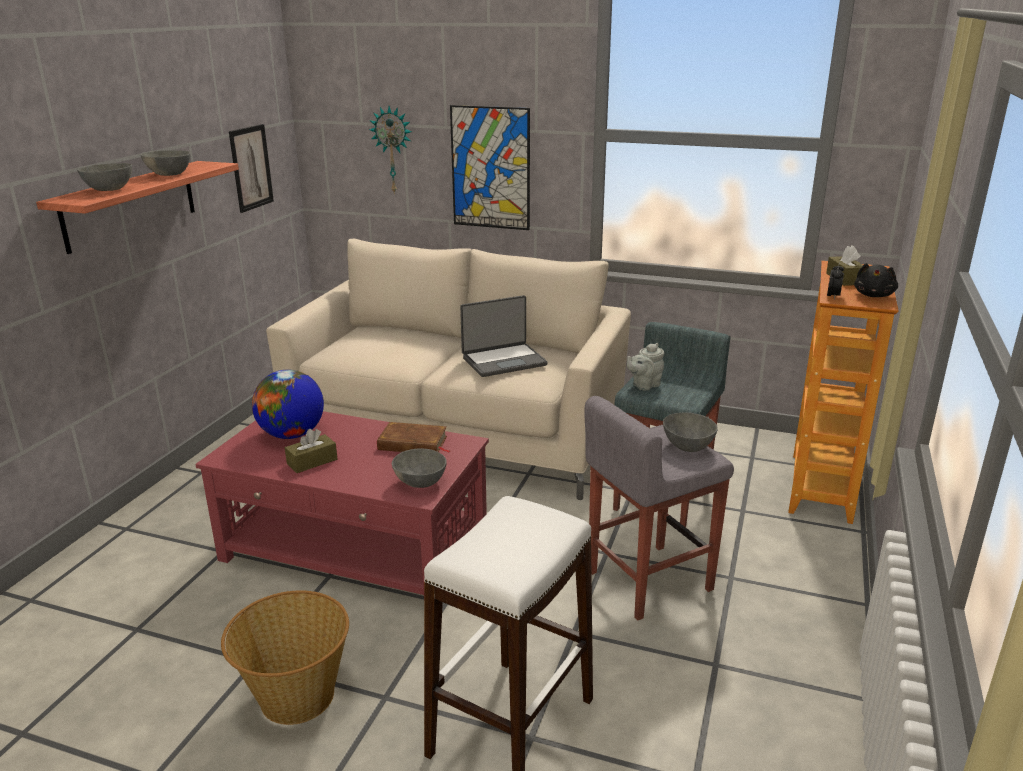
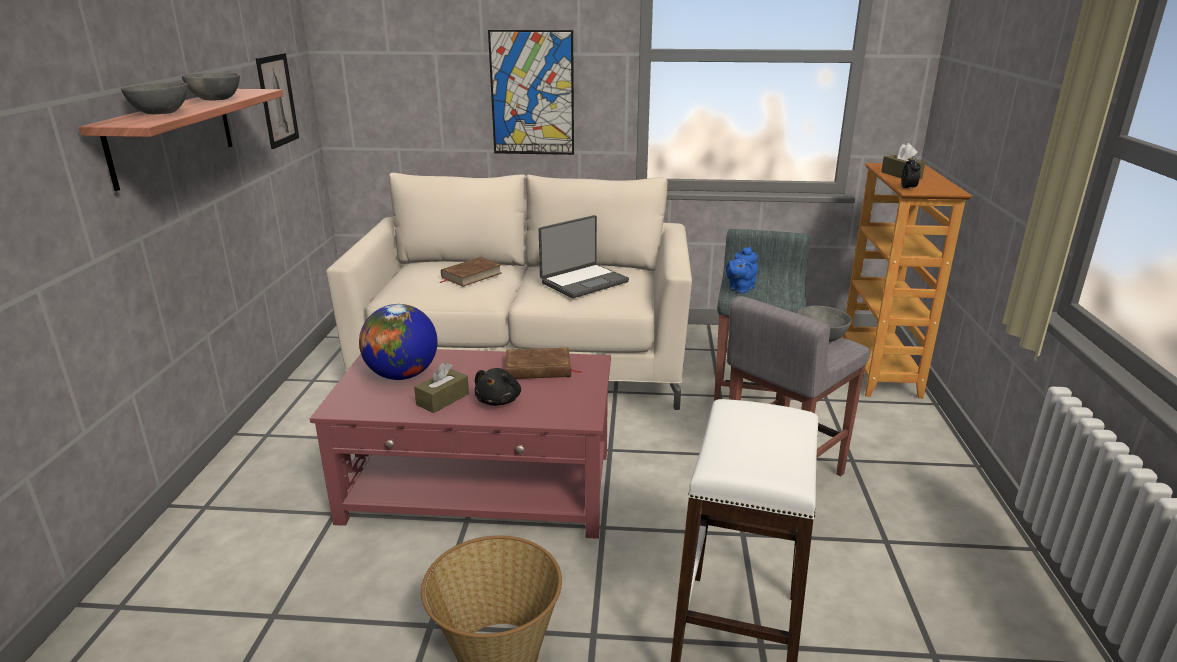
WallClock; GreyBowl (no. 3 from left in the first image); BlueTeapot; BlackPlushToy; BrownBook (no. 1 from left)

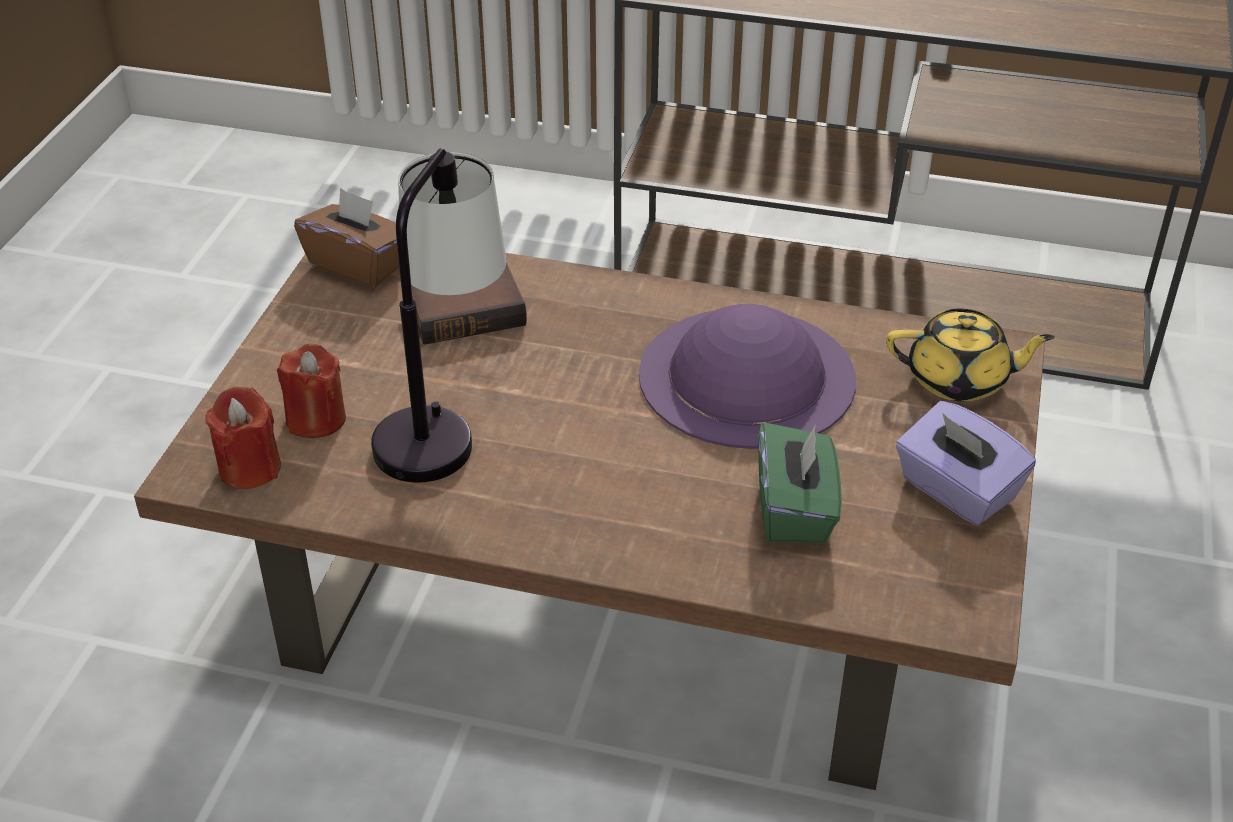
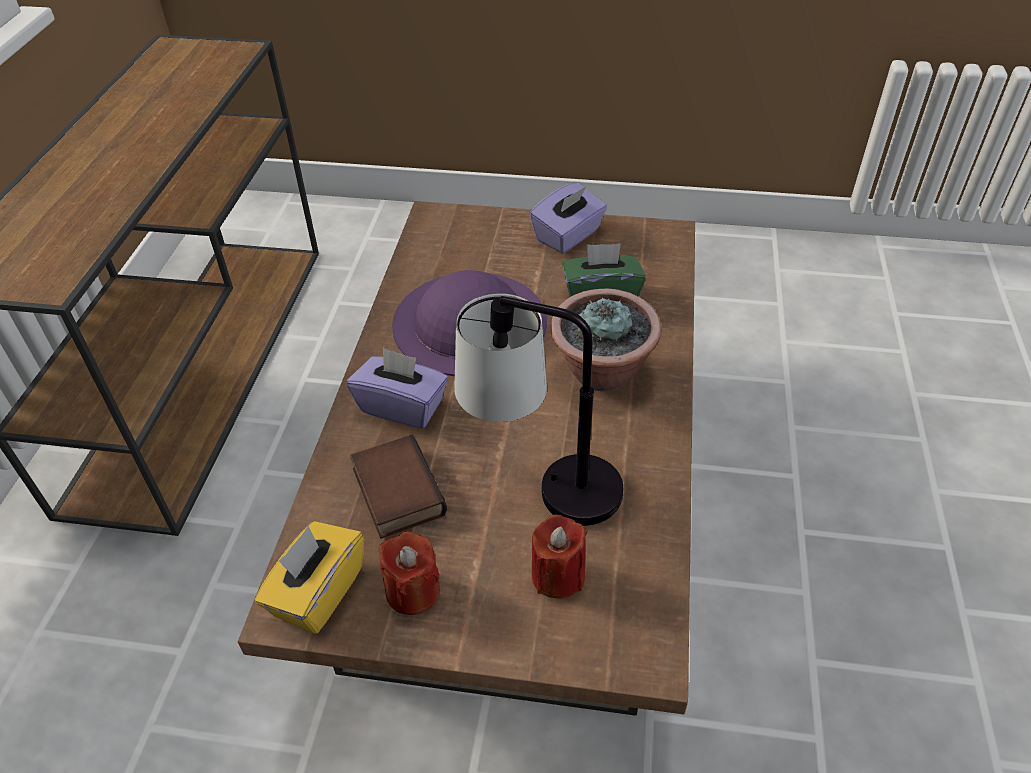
RedCandle (no. 1 from left); YellowTissueBox; YellowTeapot; PurpleTissueBox (no. 1 from left); PottedPlant

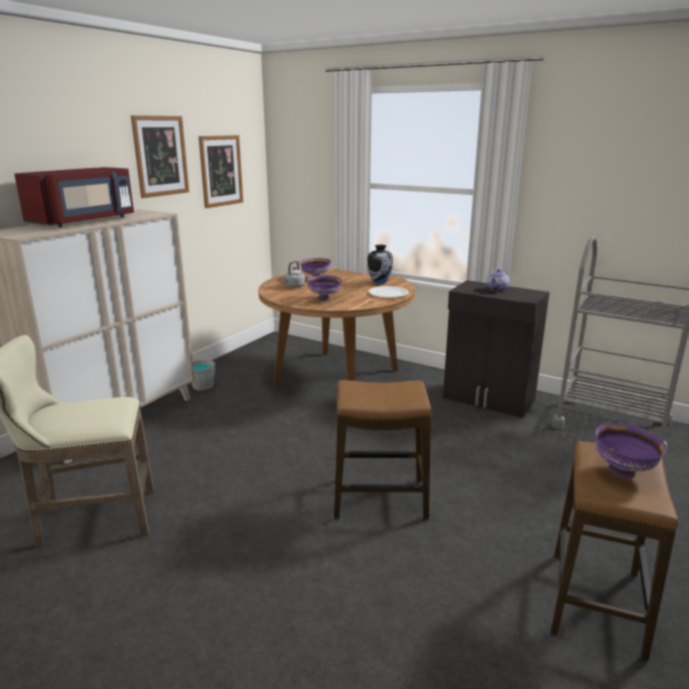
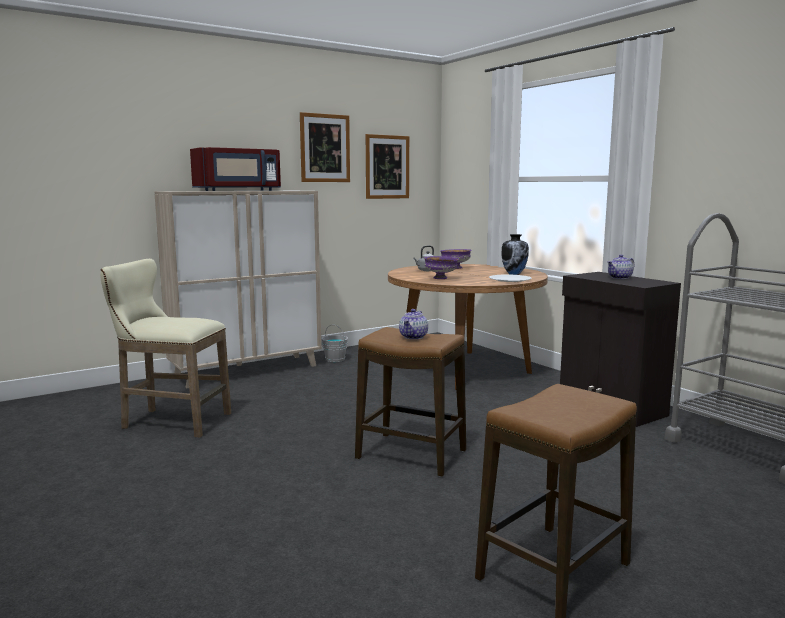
PurpleBowl (no. 3 from left in the first image); Teapot (no. 1 from left)

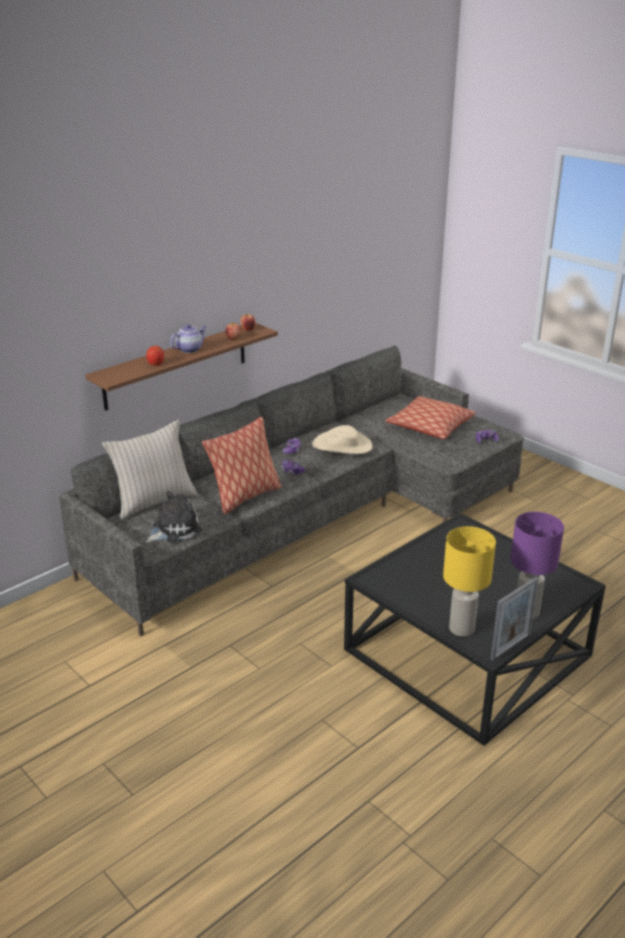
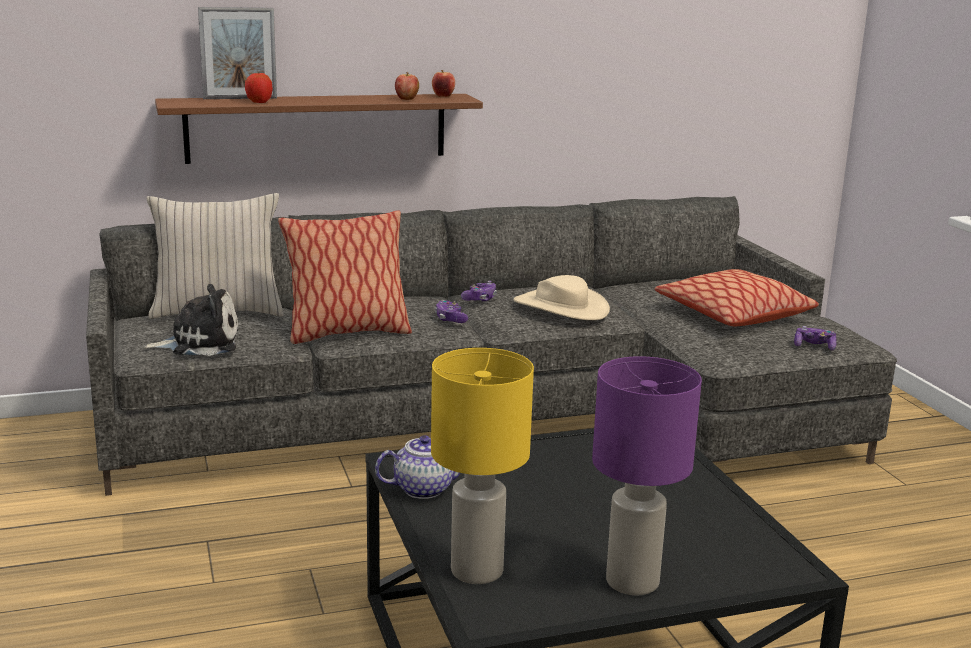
Teapot; PictureFrame

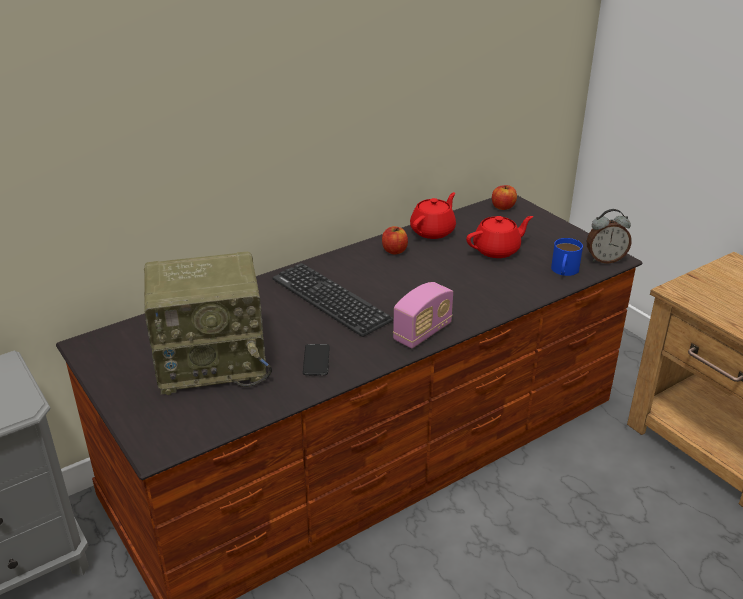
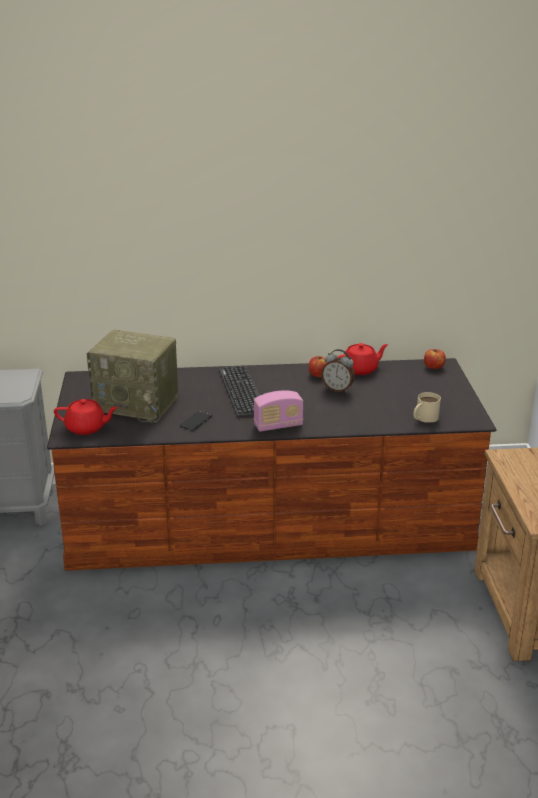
RedTeapot (no. 1 from left); BeigeMug; AlarmClock

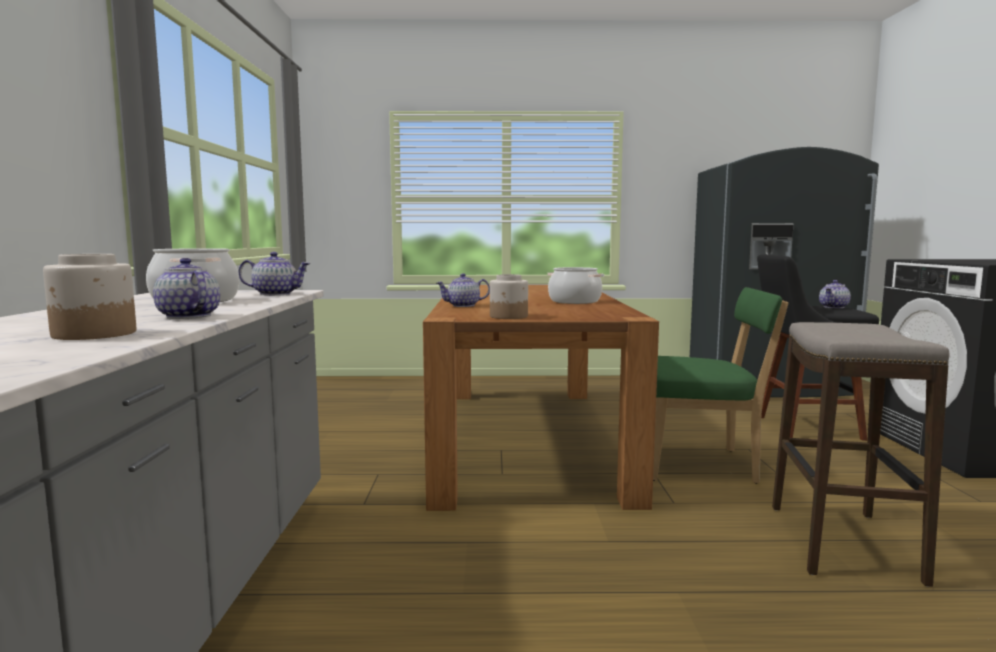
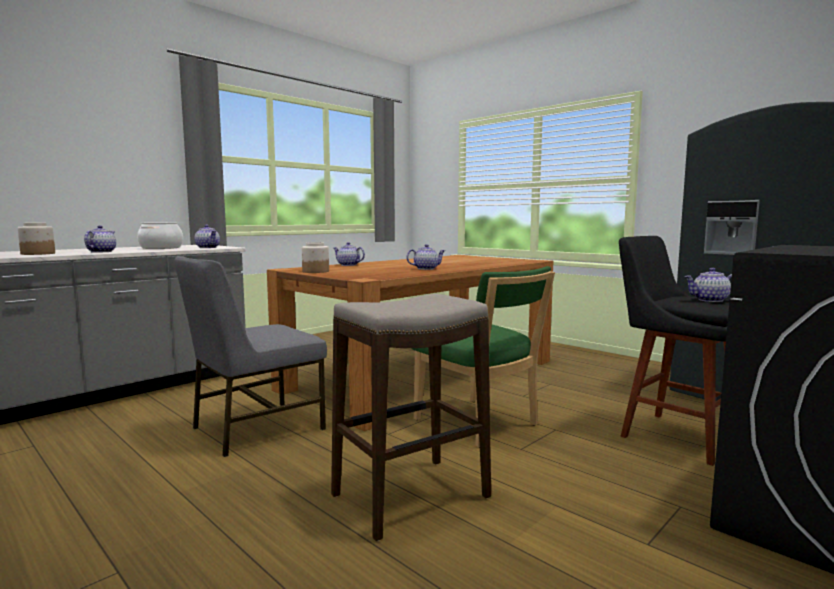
Teapot (no. 4 from left); GreyChair

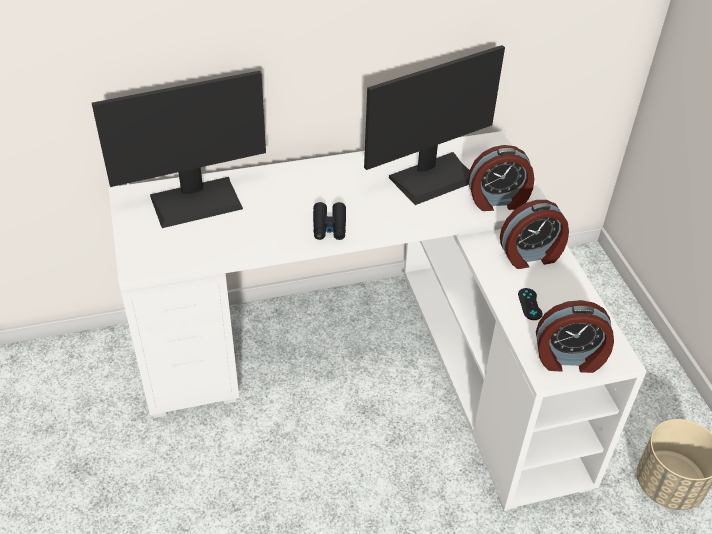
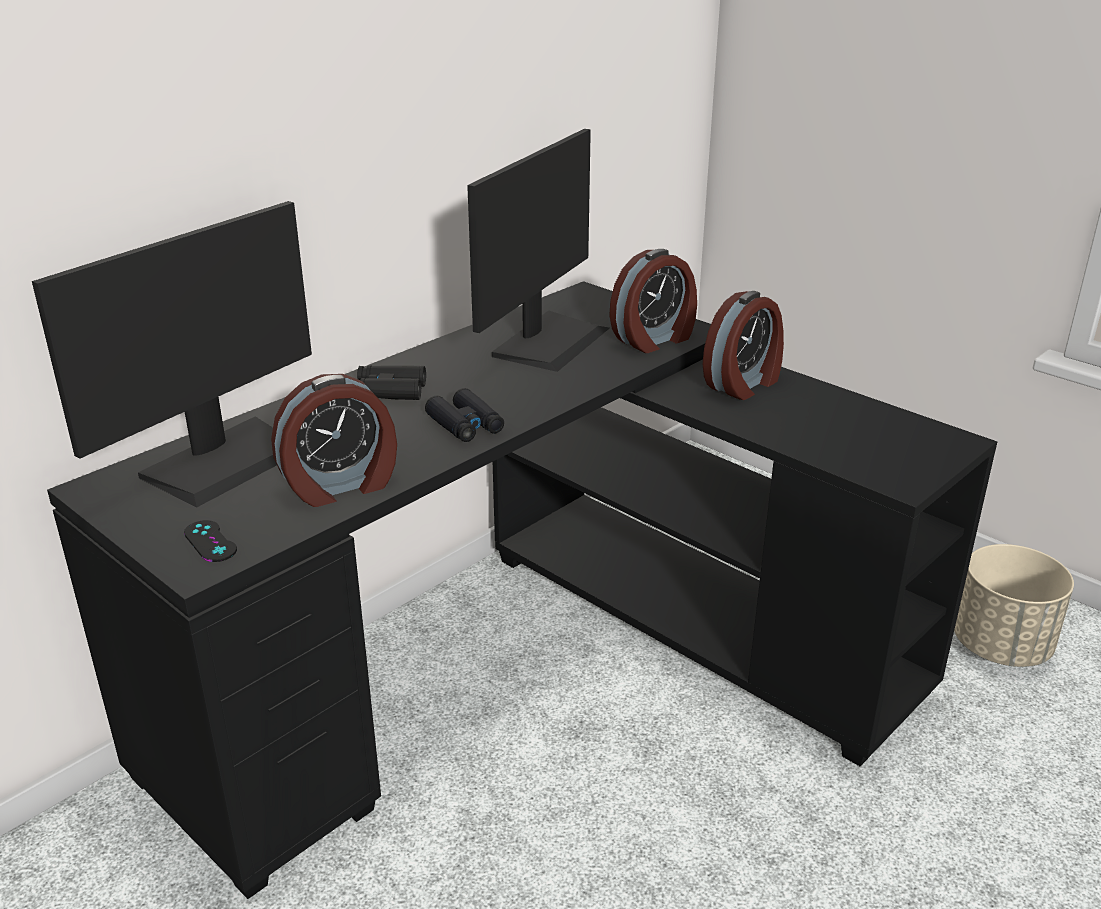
BlackDesk; BlackGameController; AlarmClock (no. 1 from left); BlackBinoculars (no. 1 from left)

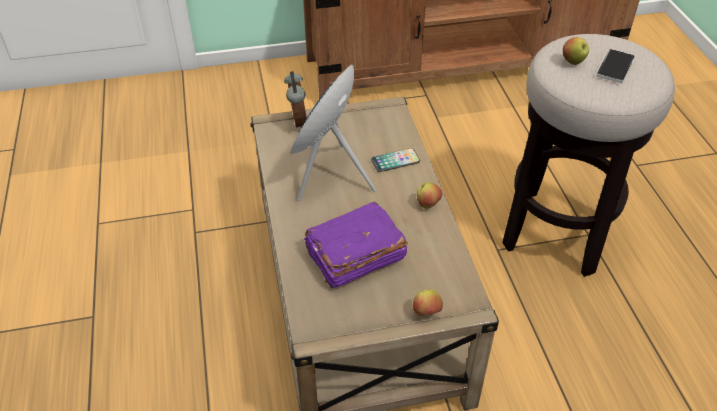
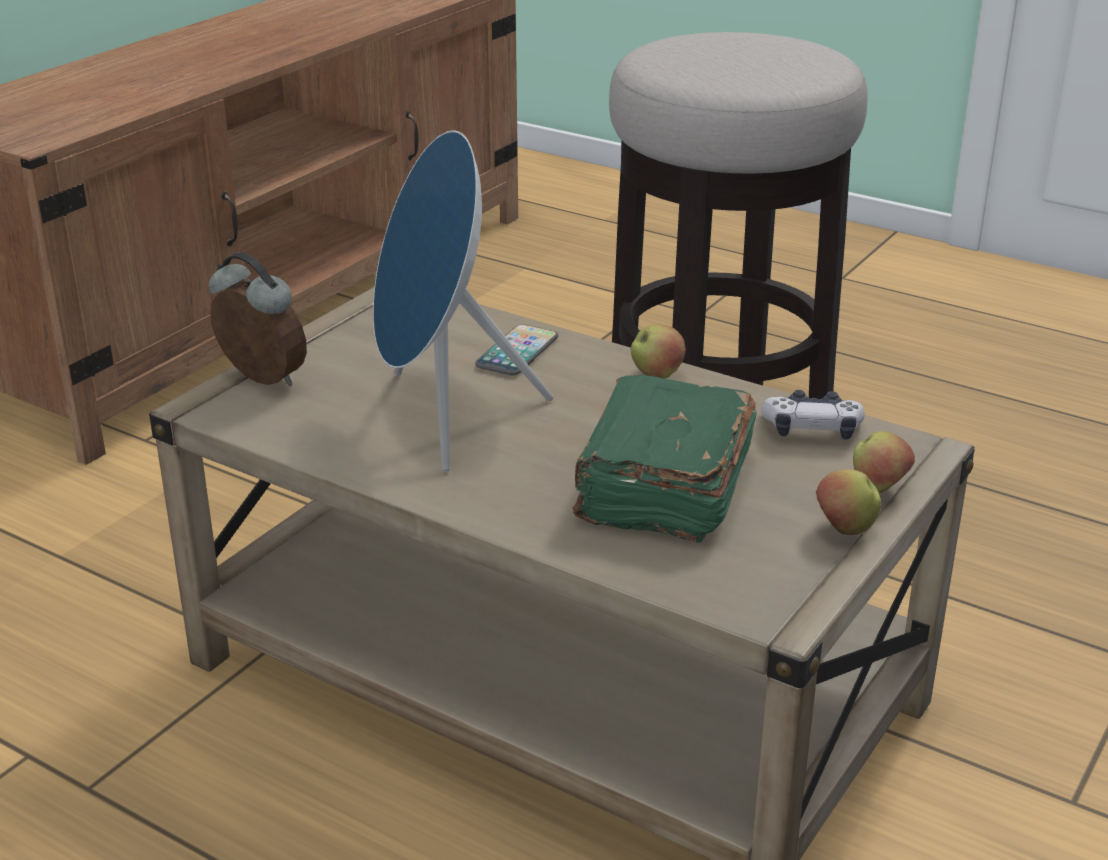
GreenBook; Apple (no. 2 from left); Phone (no. 2 from left in the first image); GameController

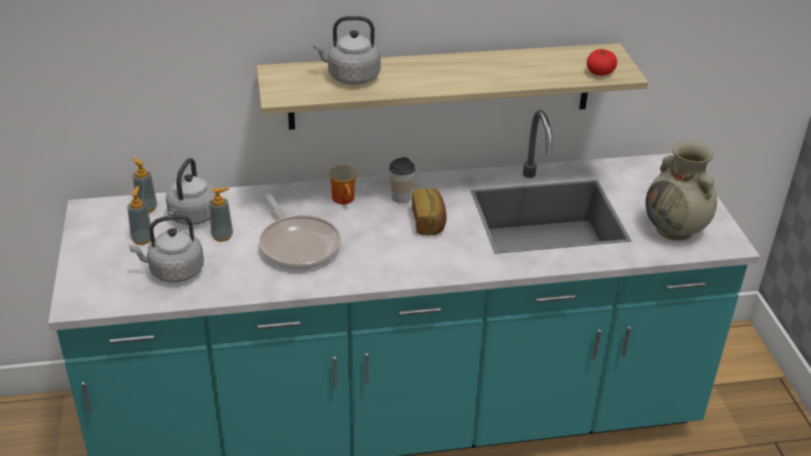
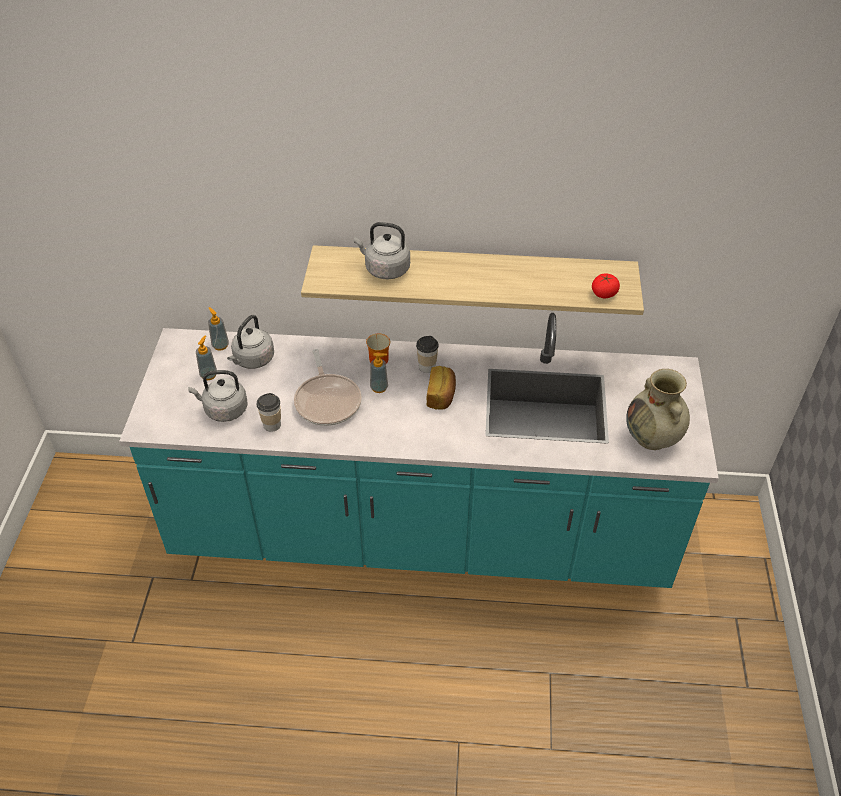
SoapDispenser (no. 3 from left); Cup (no. 1 from left)

